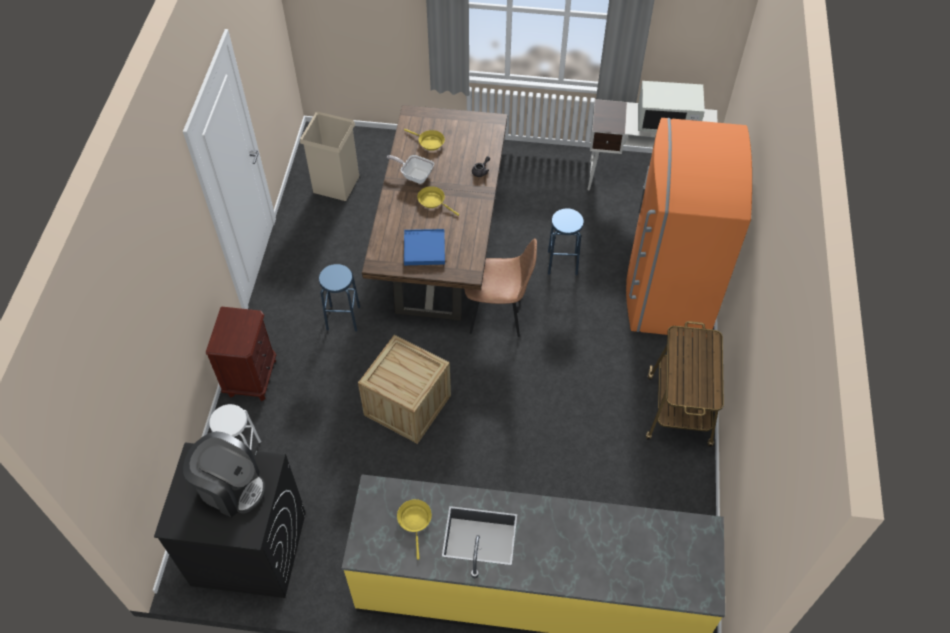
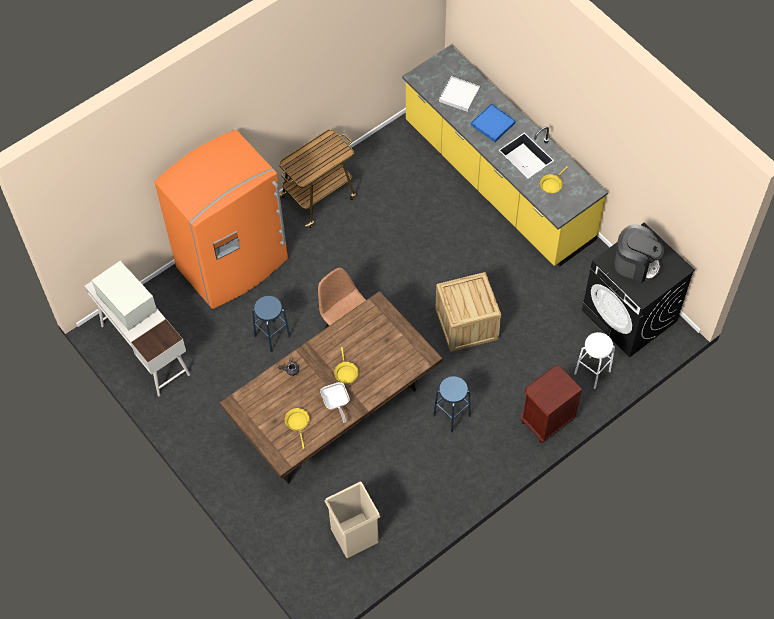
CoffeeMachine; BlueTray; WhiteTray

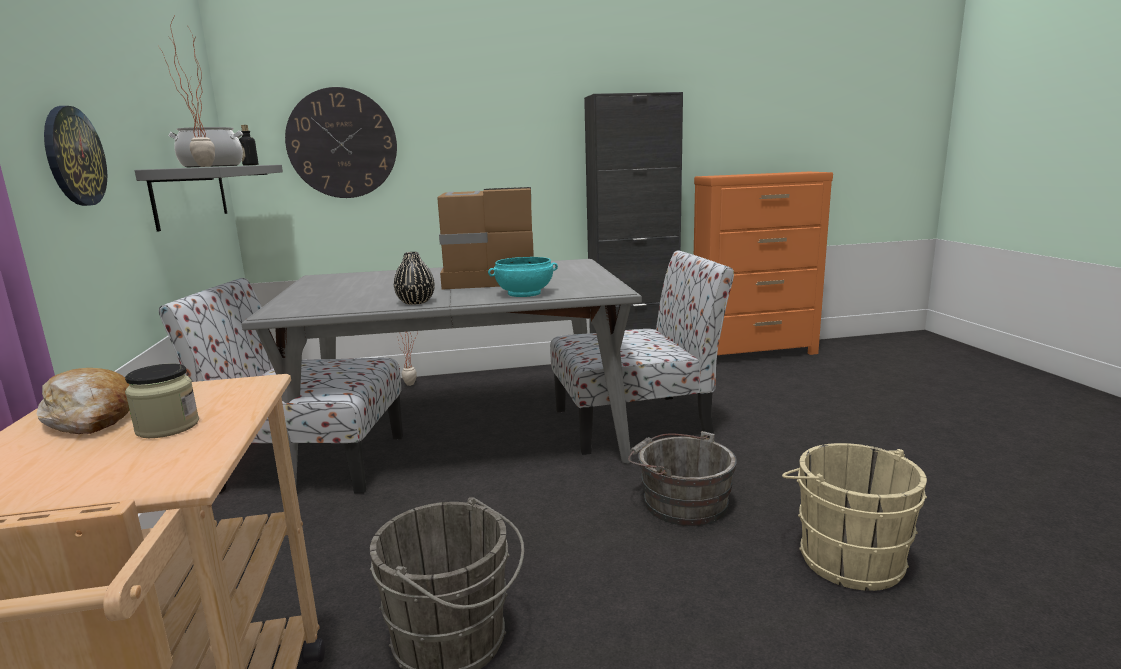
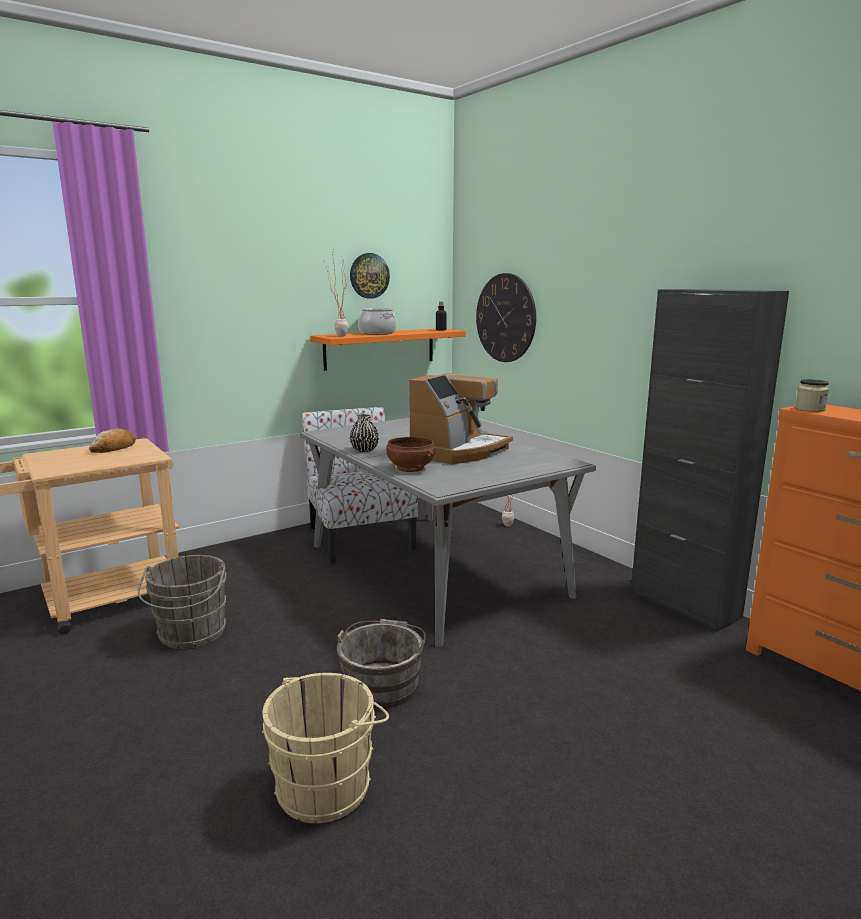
WallClock (no. 1 from left); Jar; OrangeShelf; CoffeeMachine; BrownBowl; Chair (no. 2 from left in the first image)

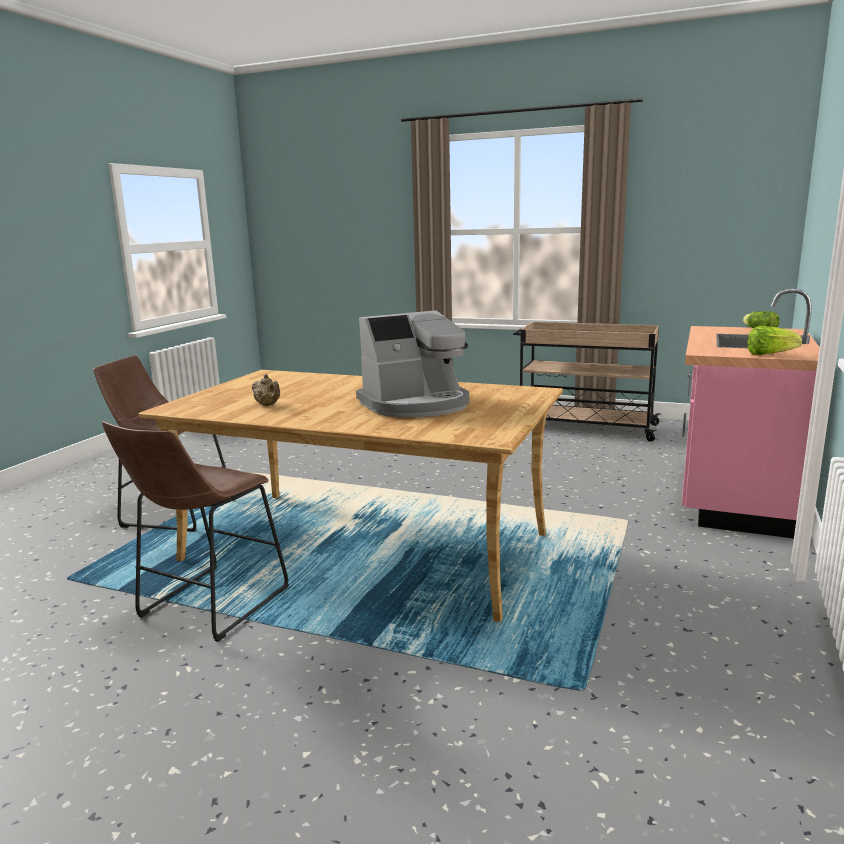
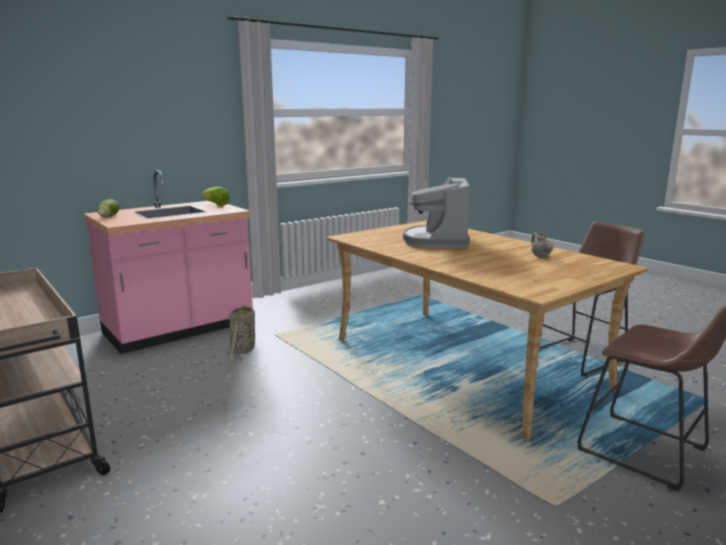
CoffeeMachine; Basket

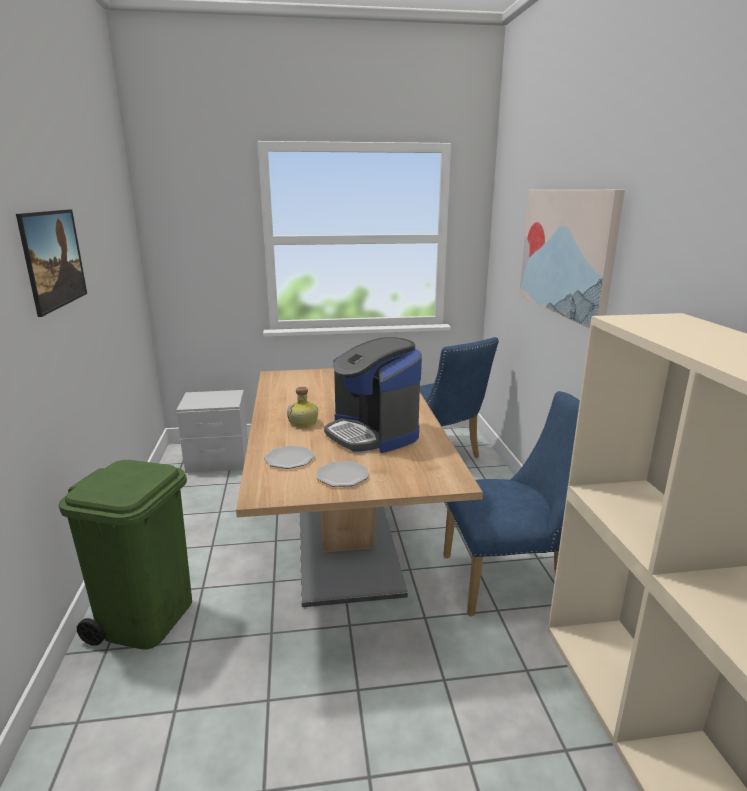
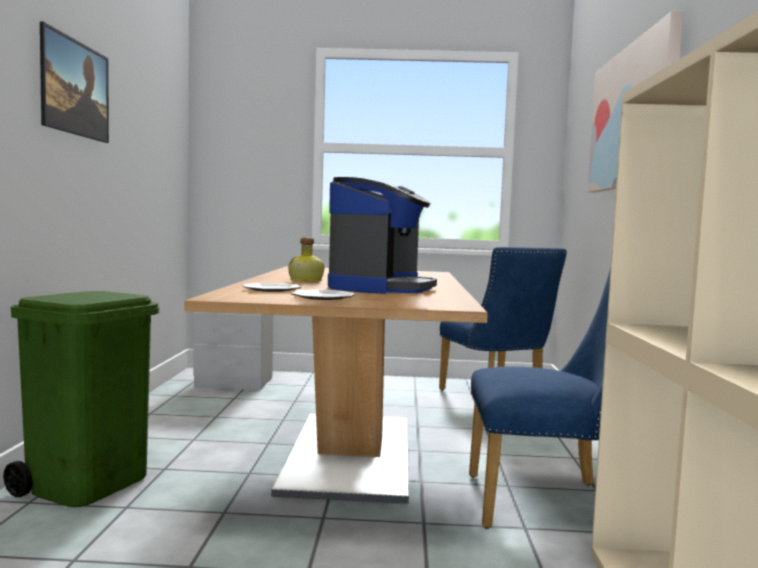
CoffeeMachine

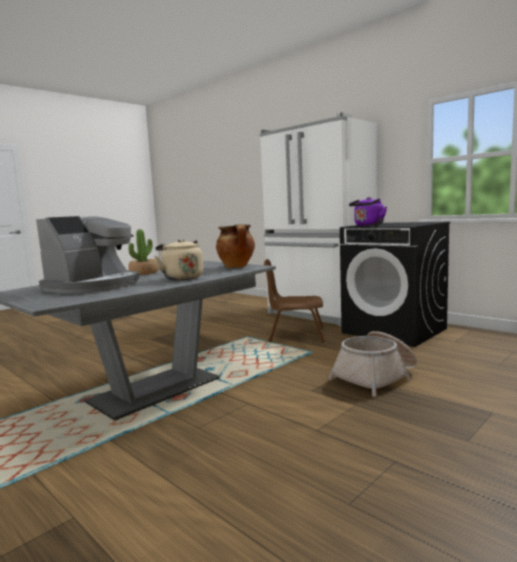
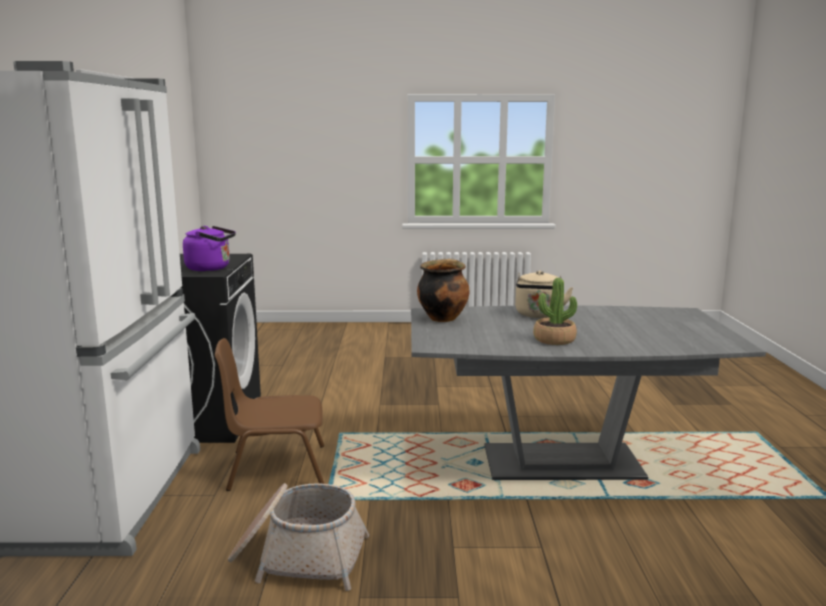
CoffeeMachine; BrownChair; Basket

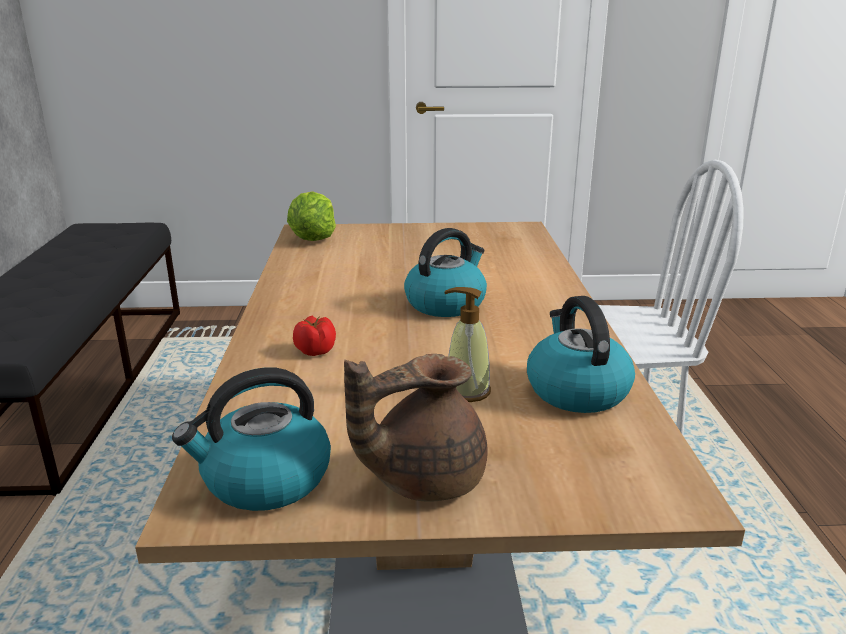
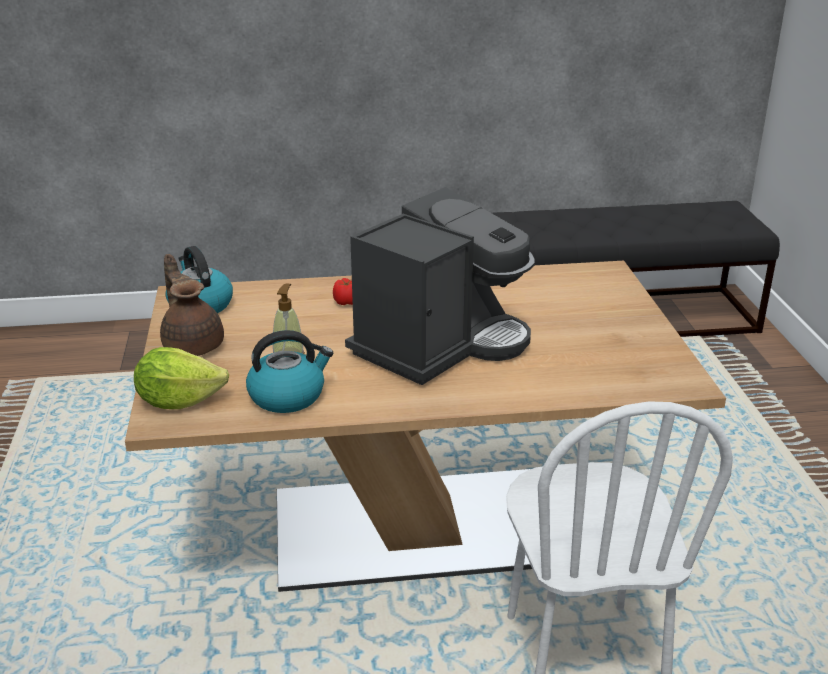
Lettuce; CoffeeMachine

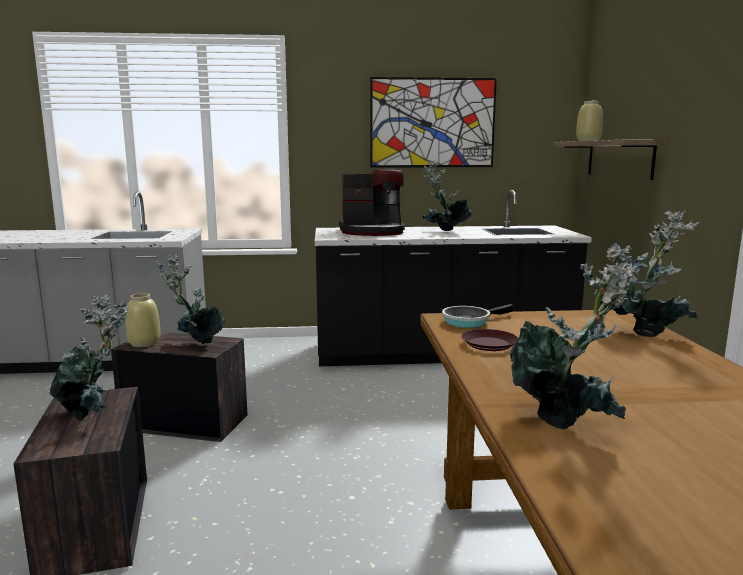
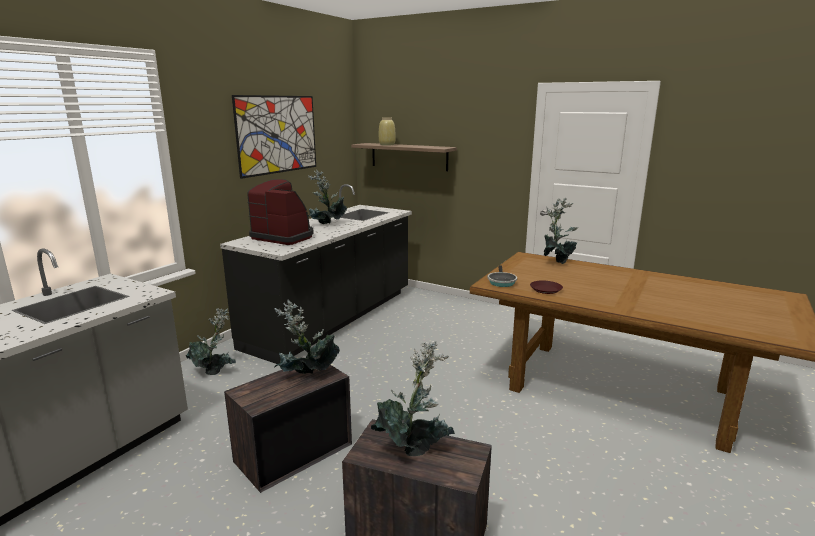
BeigeVase (no. 1 from left in the first image); CoffeeMachine; PottedPlant (no. 1 from left)

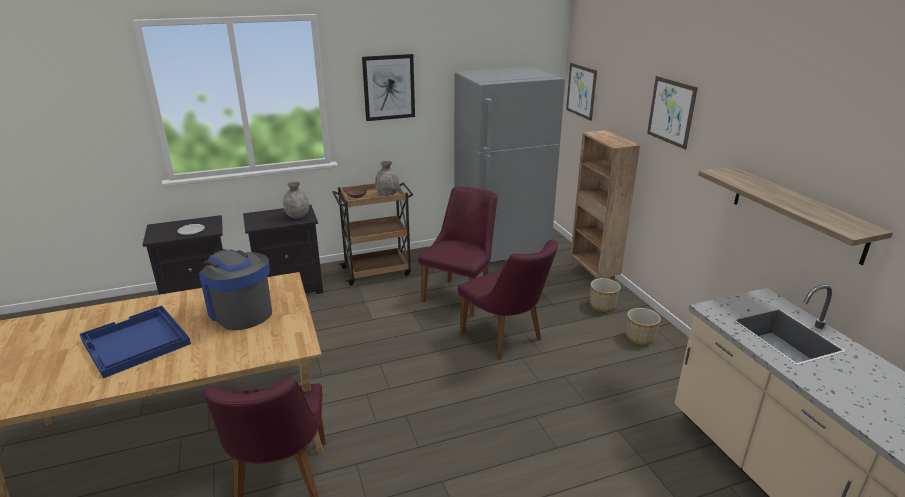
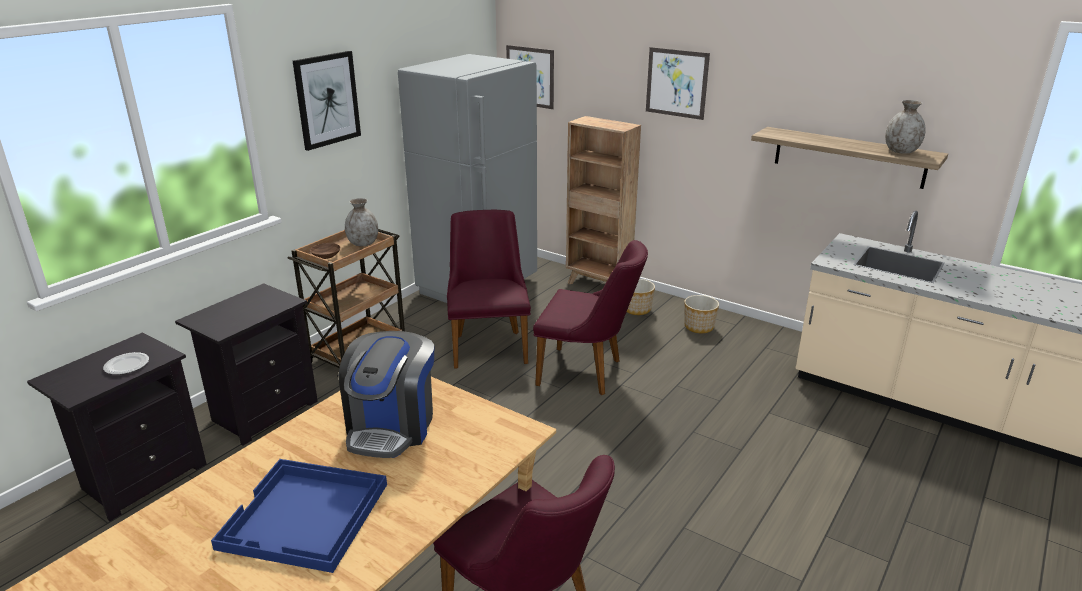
CoffeeMachine; GreyVase (no. 2 from left)

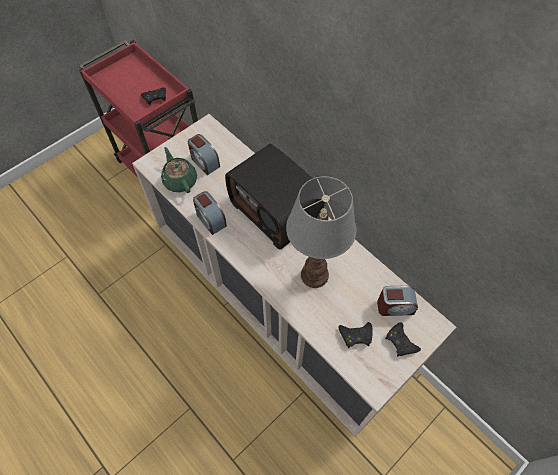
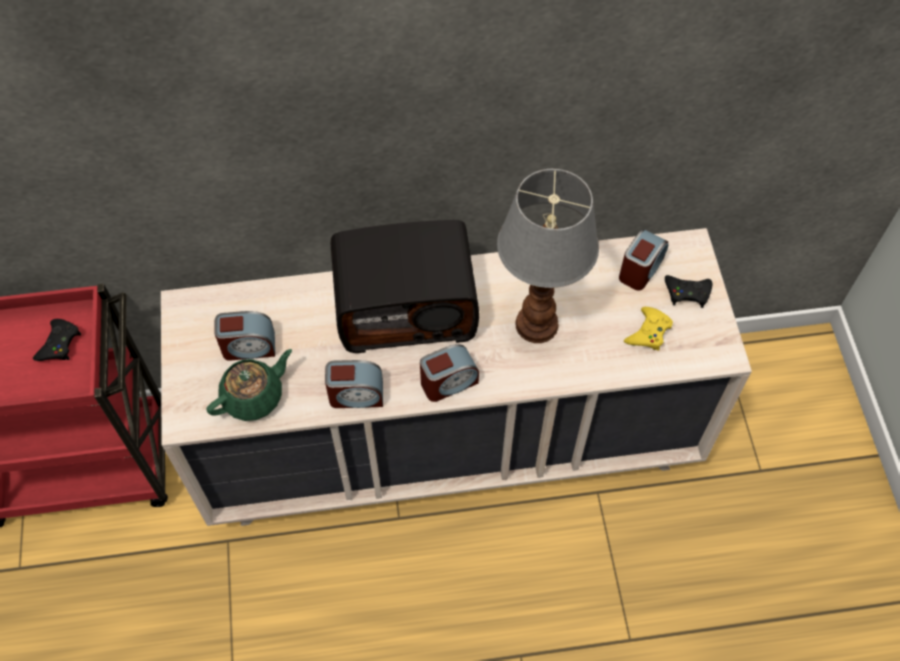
GreenTeapot; YellowGameController; AlarmClock (no. 3 from left)

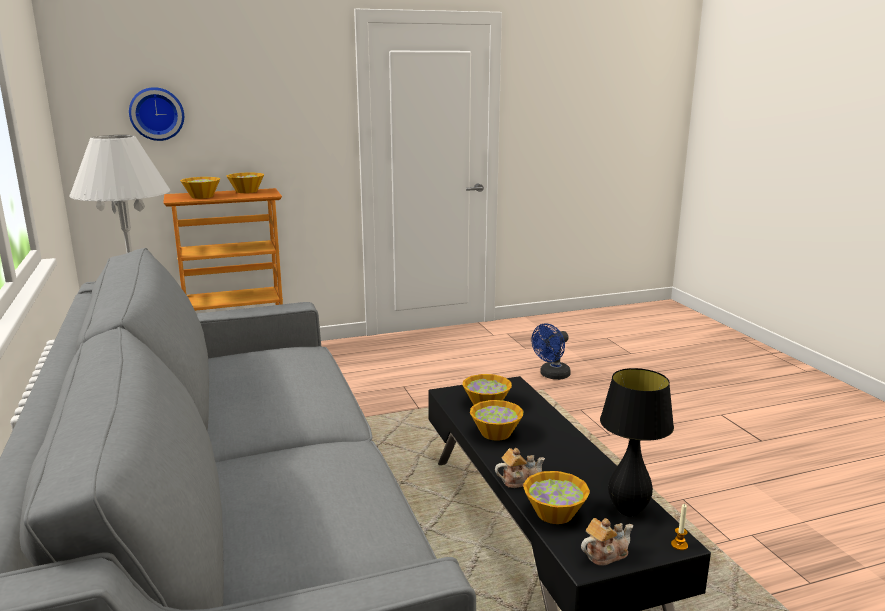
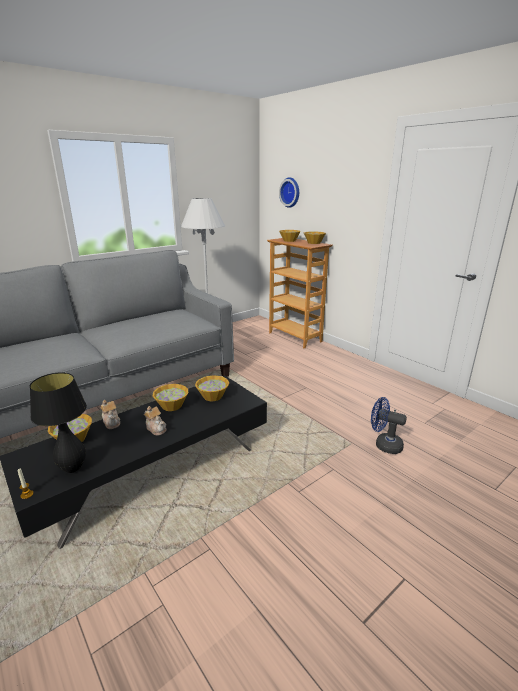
Teapot (no. 2 from left)

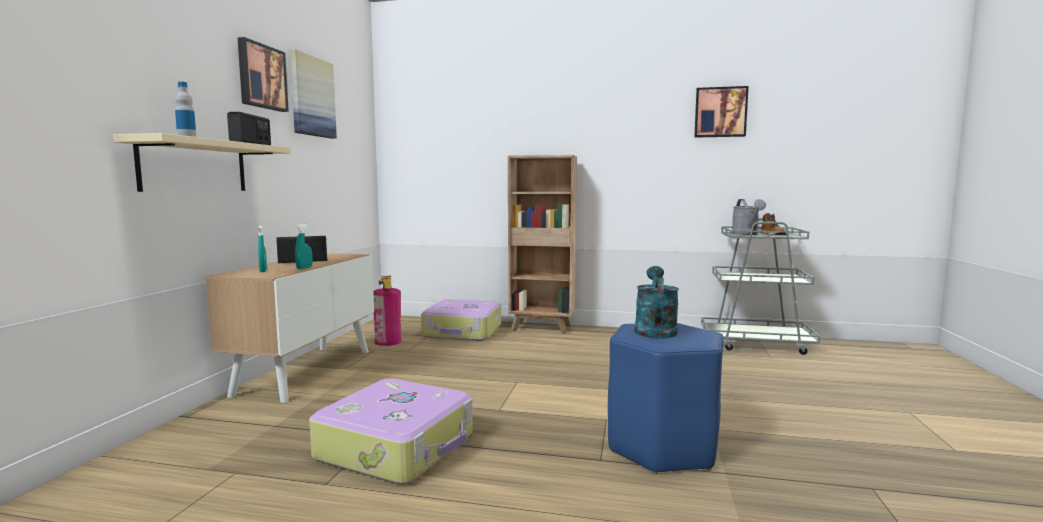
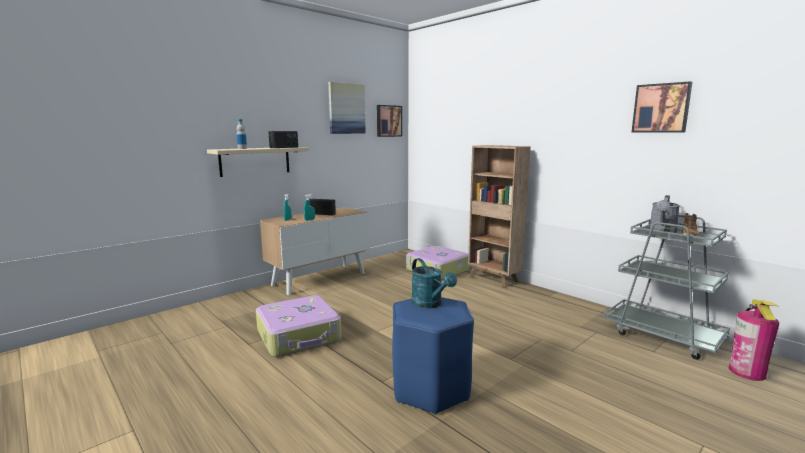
Picture (no. 2 from left); FireExtinguisher; TurquoiseWateringCan

